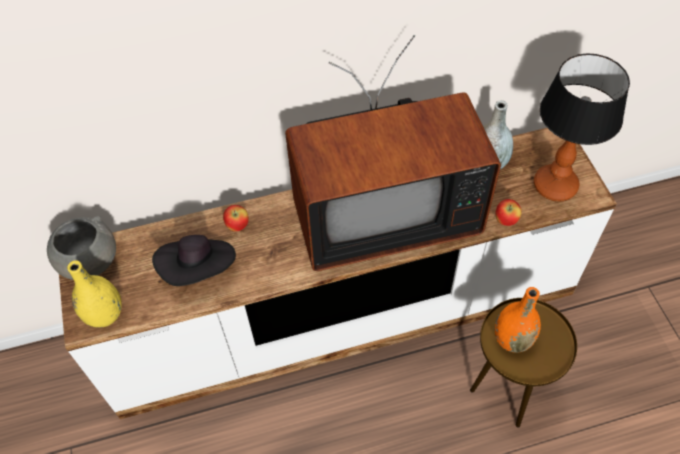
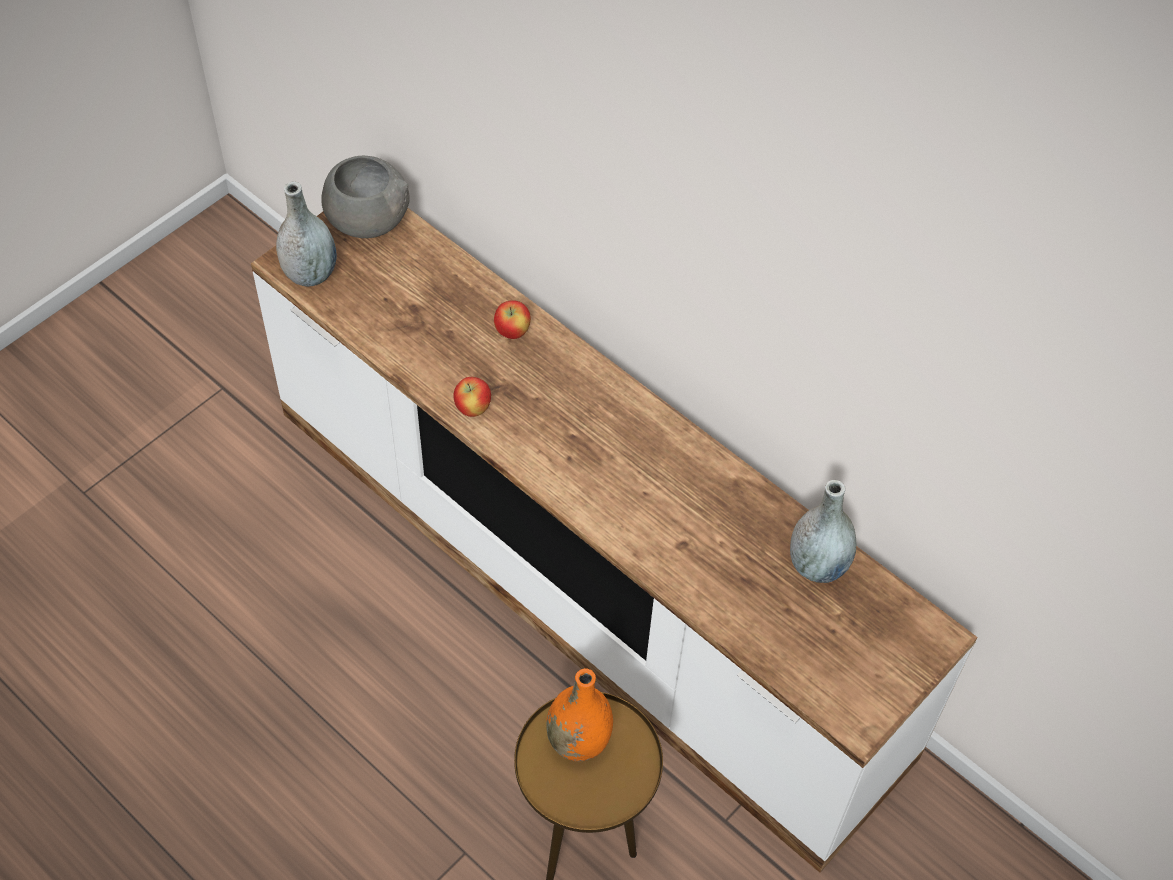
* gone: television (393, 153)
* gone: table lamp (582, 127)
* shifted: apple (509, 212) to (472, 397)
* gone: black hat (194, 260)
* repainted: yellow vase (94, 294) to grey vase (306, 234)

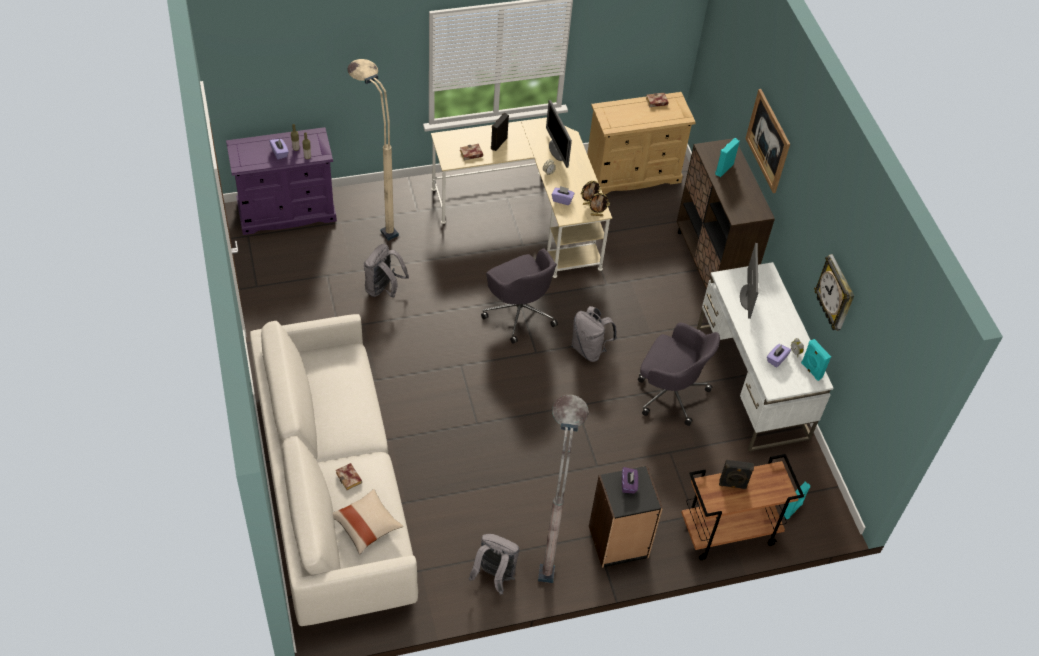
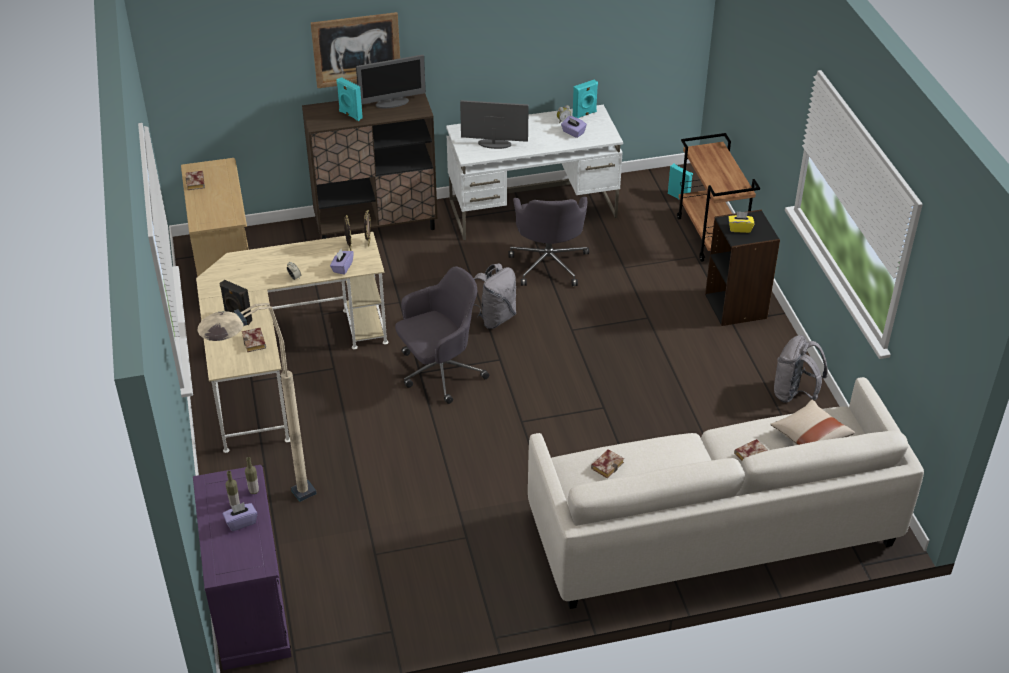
* shifted: monitor (559, 134) to (391, 81)
* gone: grey backpack (386, 271)
* gone: wall clock (834, 292)
* rotated: grey office chair (679, 374) = (548, 241) 150 degrees clockwise
* gone: grey floor lamp (563, 489)
* gone: black speaker (736, 474)
* repainted: purple tissue box (630, 480) to yellow tissue box (741, 222)
* new: book (607, 464)

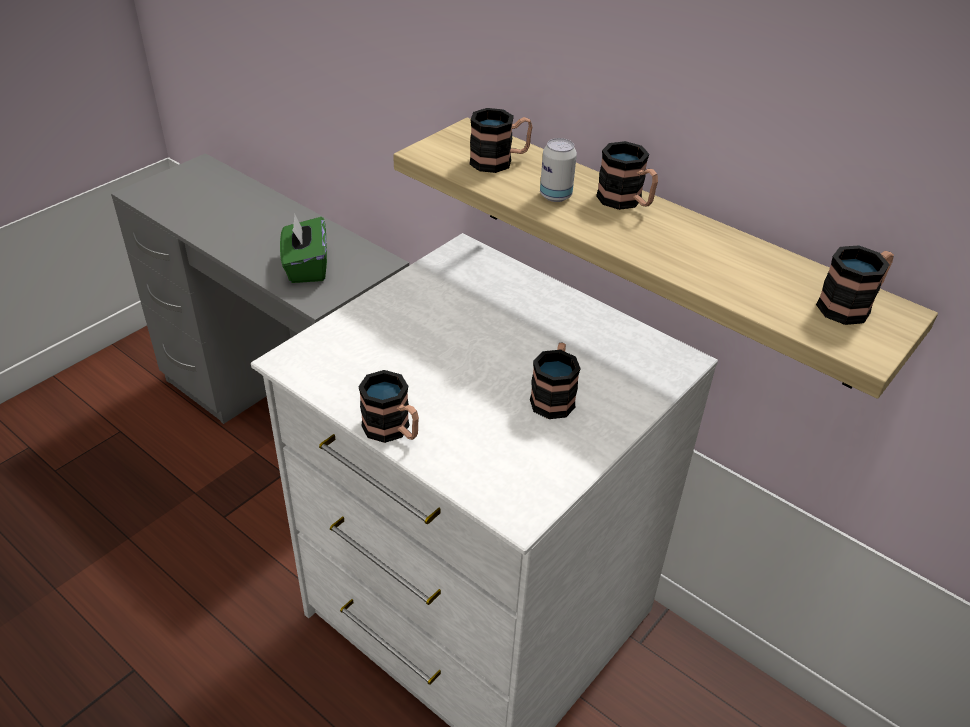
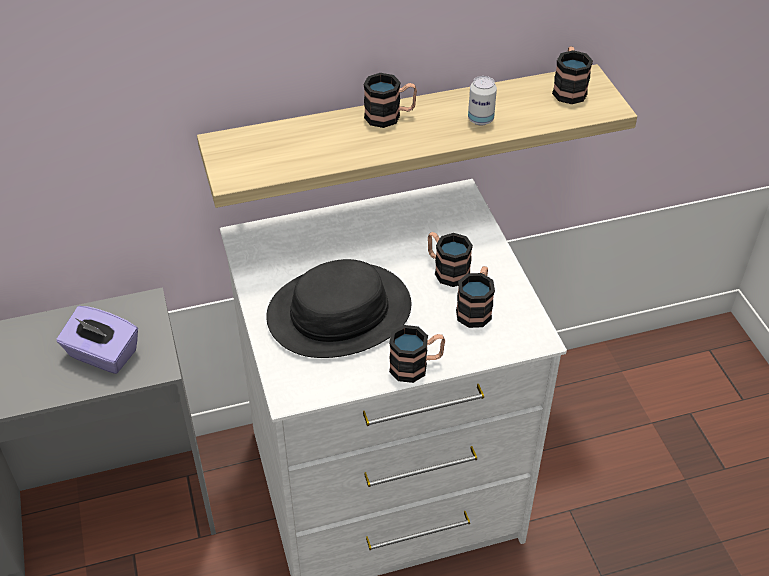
* shifted: mug (500, 140) to (475, 297)
* shifted: can (558, 170) to (482, 100)
* repainted: green tissue box (303, 249) to purple tissue box (97, 340)
* new: black hat (338, 308)

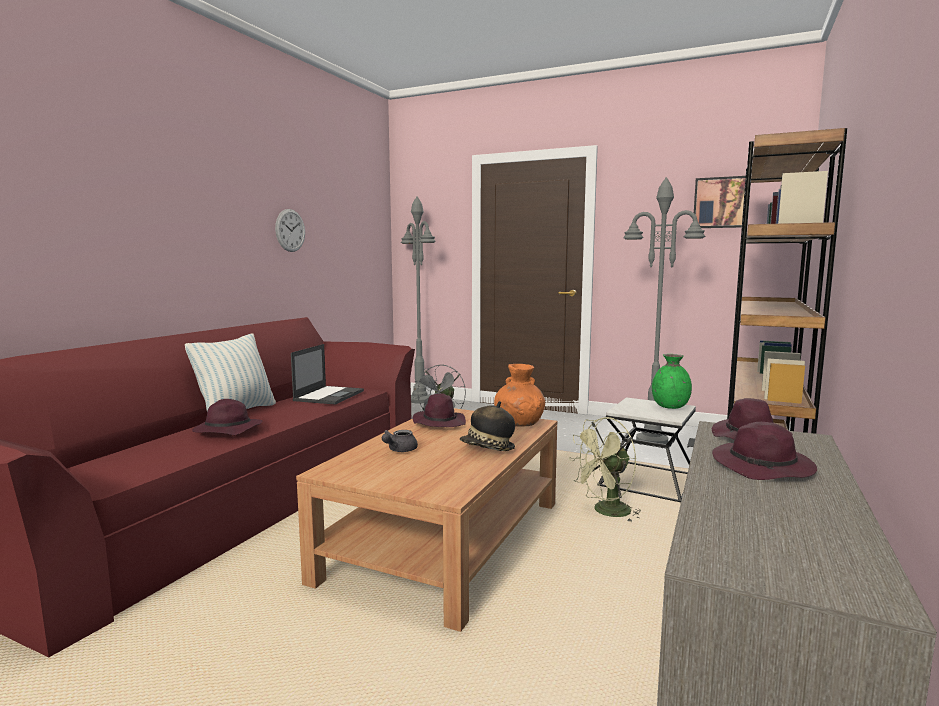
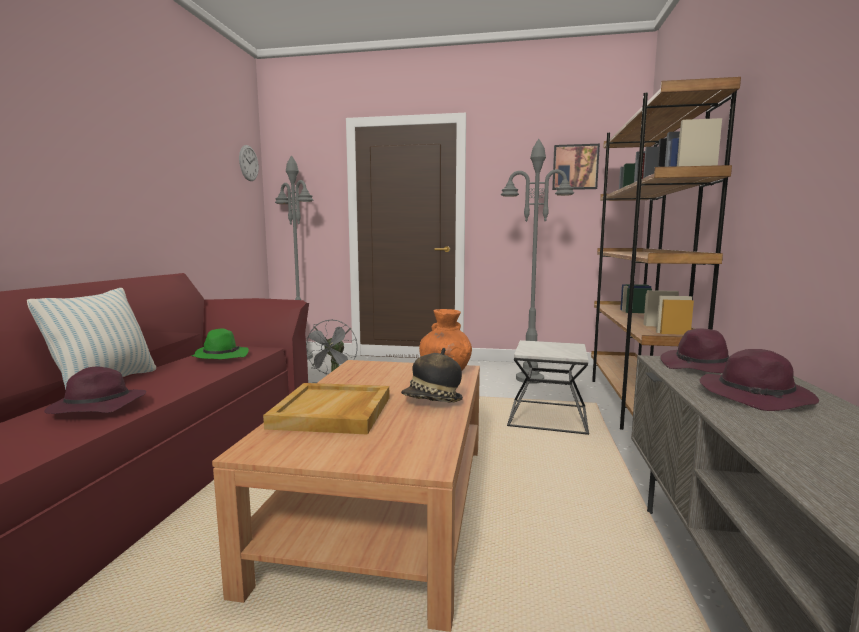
* shifted: wall clock (290, 230) to (249, 163)
* swapped: laptop (327, 374) to green hat (220, 343)
* gone: green vase (672, 381)
* gone: purple hat (439, 410)
* gone: green fan (605, 469)
* swapped: grey teapot (400, 441) to beige tray (326, 409)

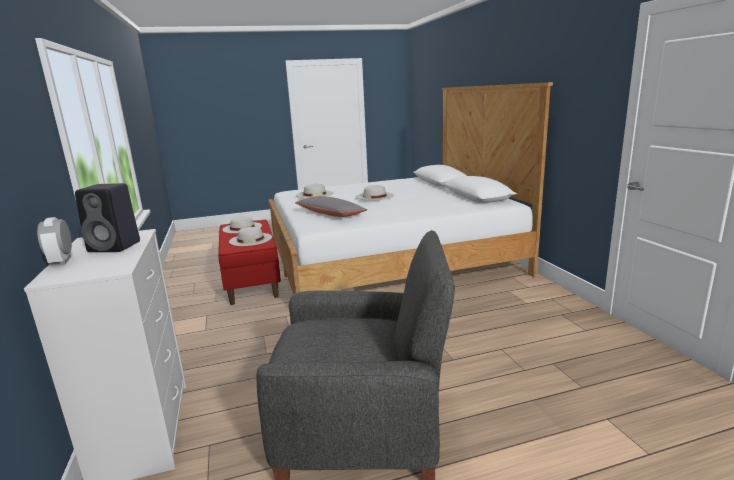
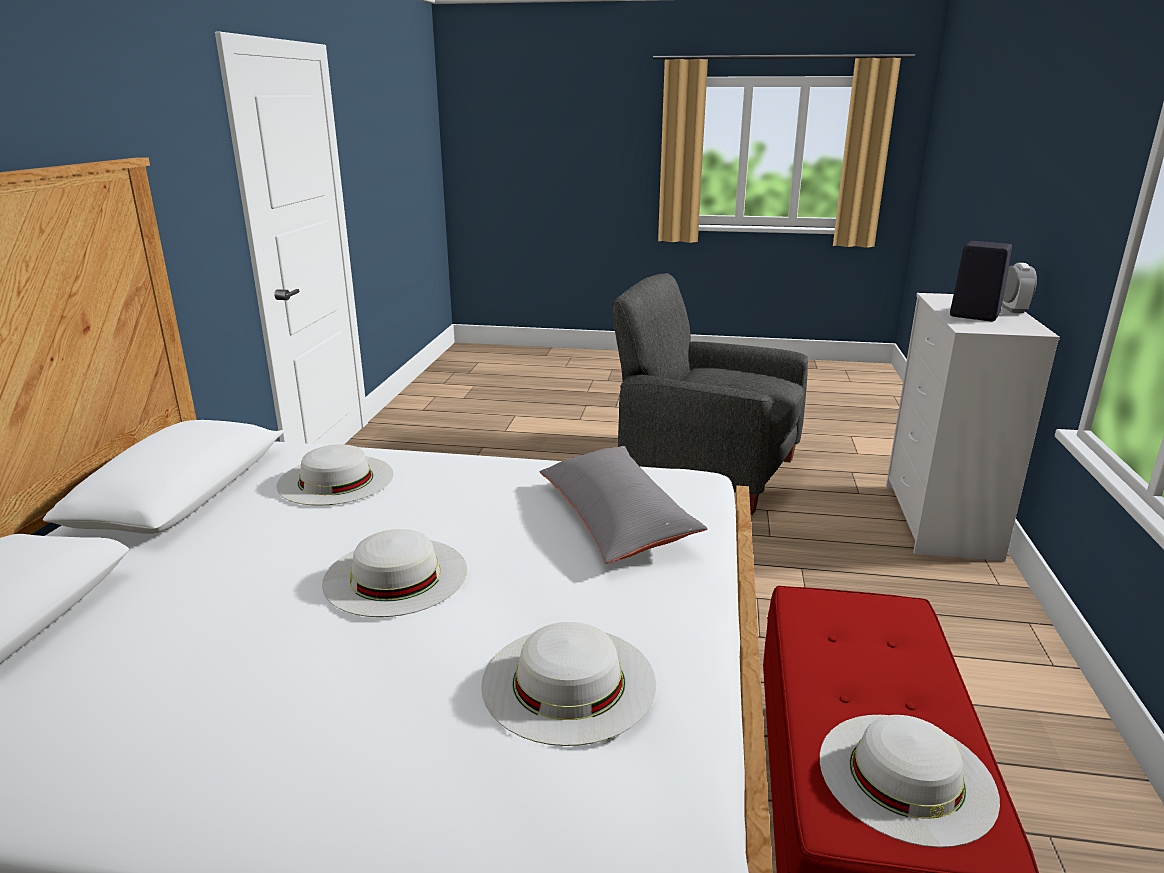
* shifted: white hat (250, 236) to (334, 475)

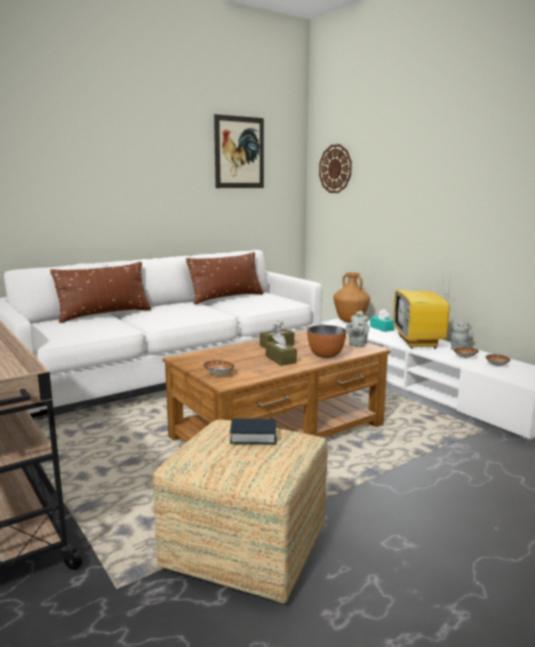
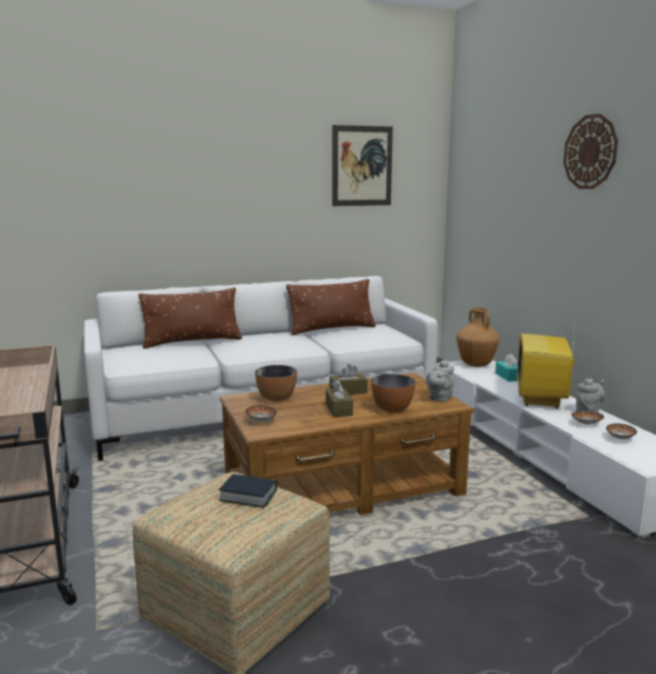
* shifted: wall clock (335, 168) to (590, 151)
* new: bowl (276, 383)

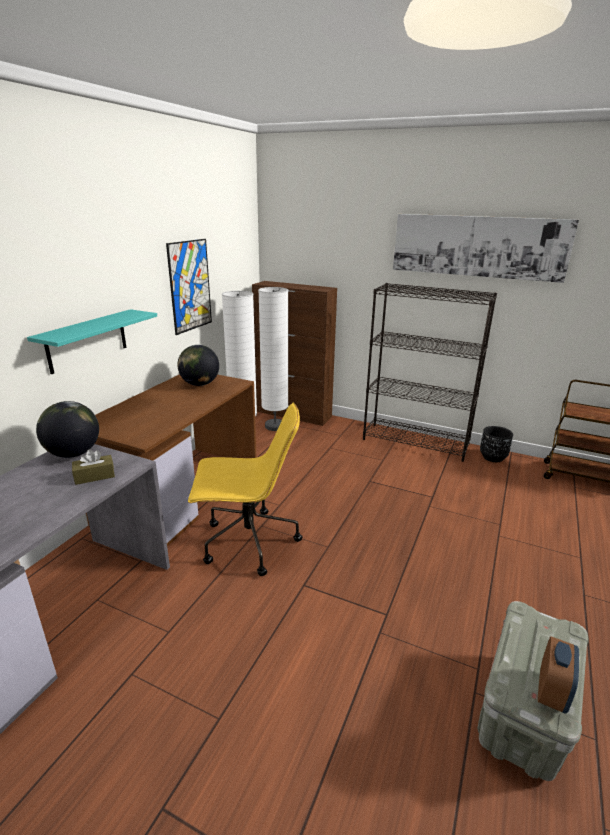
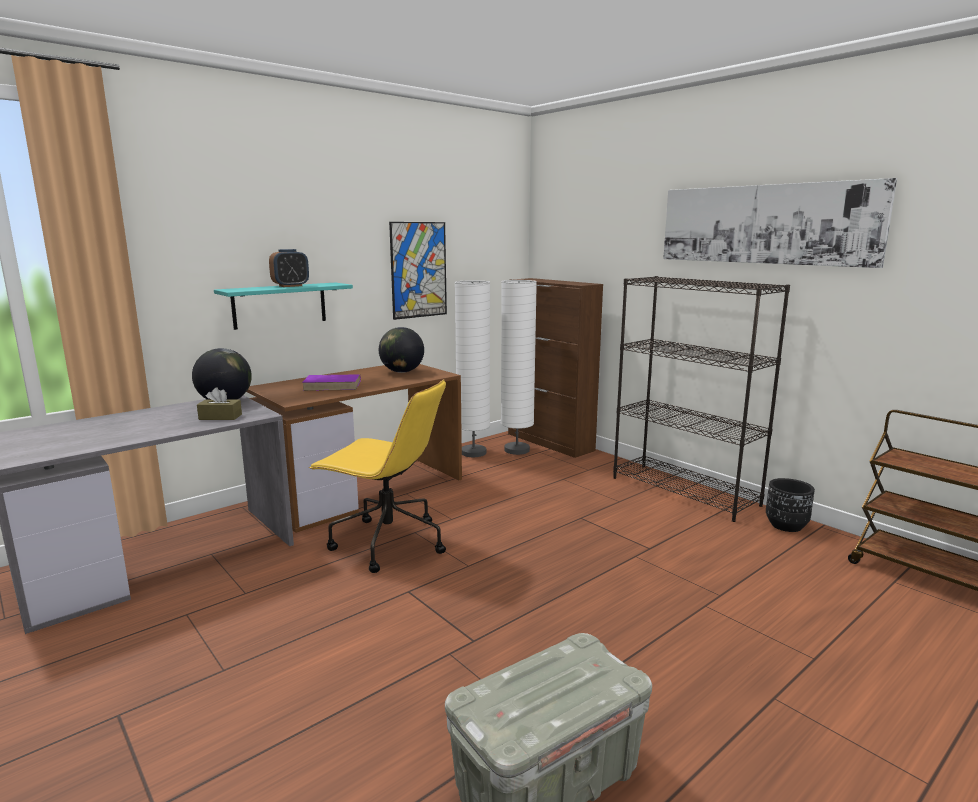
* shifted: alarm clock (558, 675) to (289, 268)
* new: purple book (331, 382)

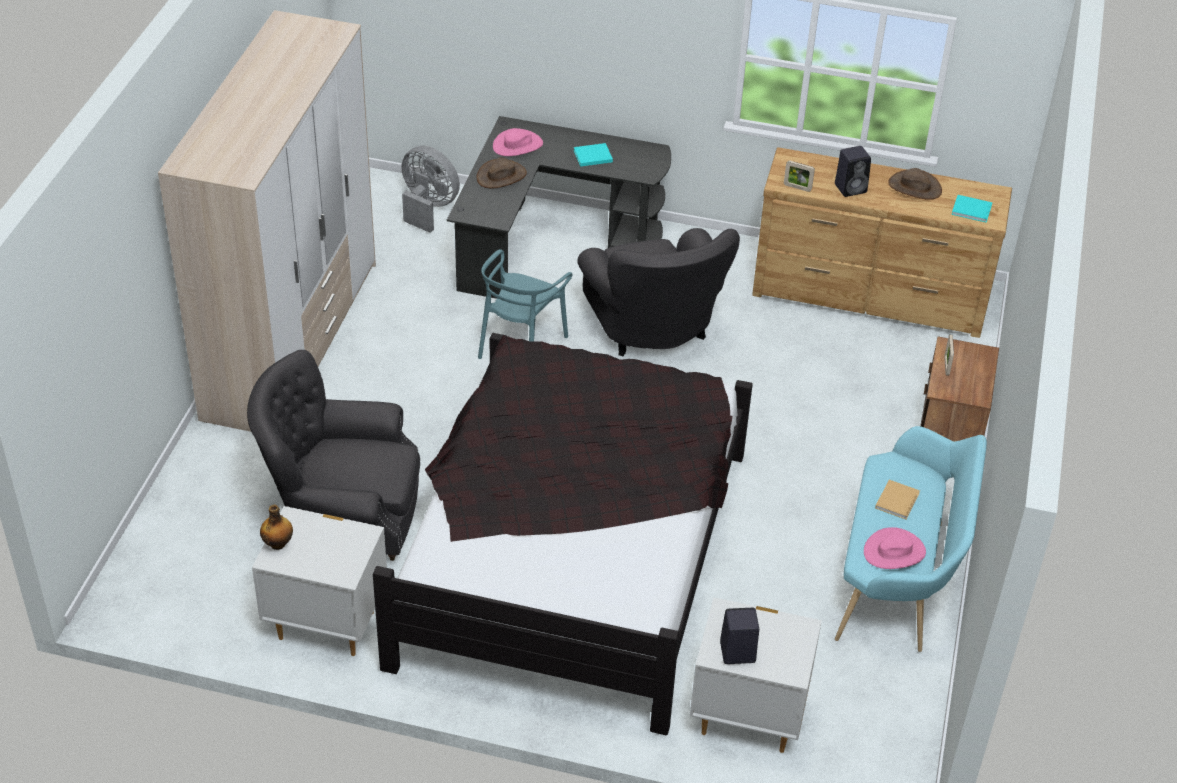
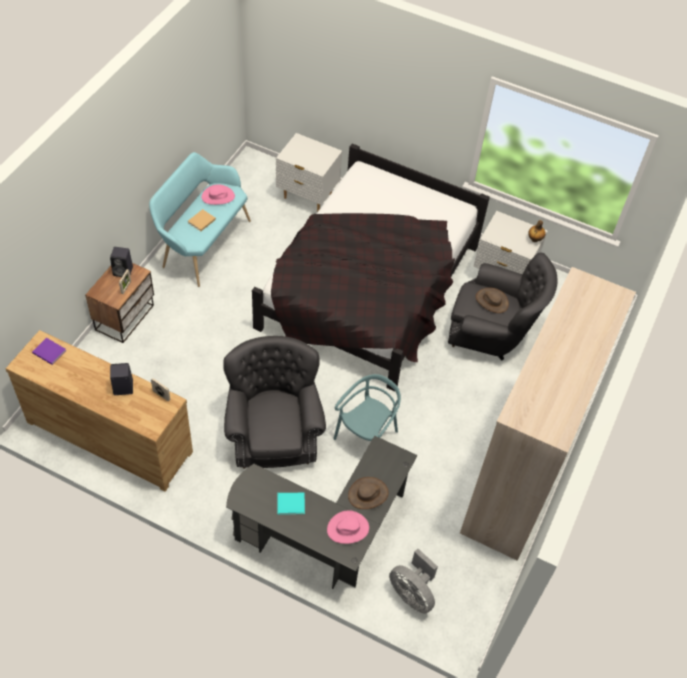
* shifted: brown hat (915, 184) to (492, 300)
* repainted: turquoise book (972, 209) to purple book (49, 351)
* shifted: black speaker (739, 636) to (121, 262)

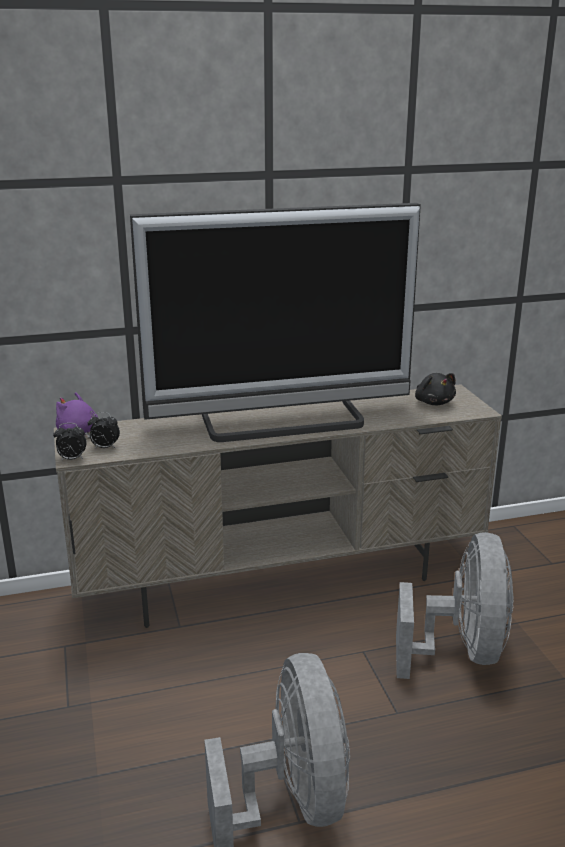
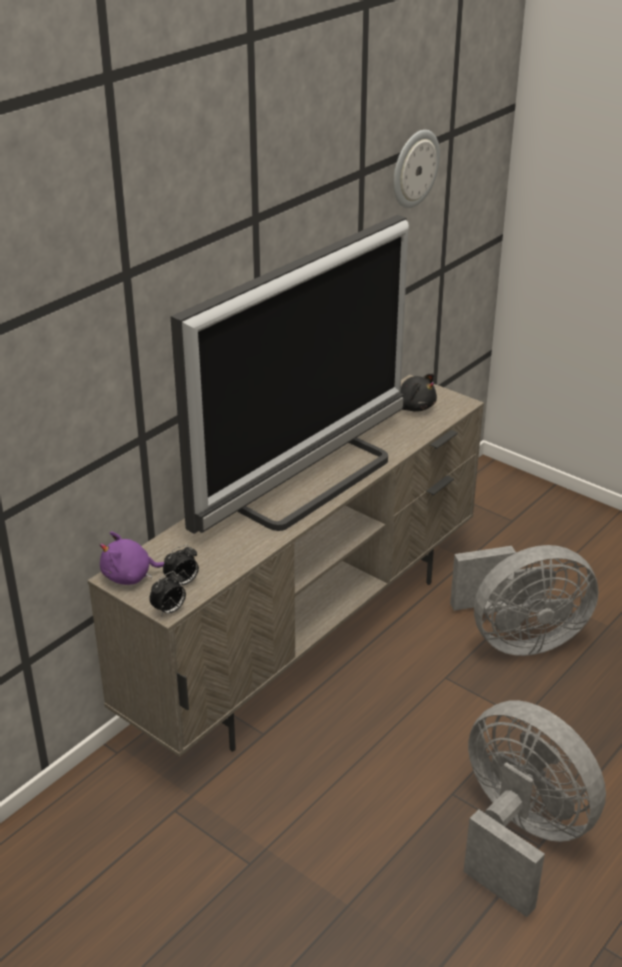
* rotated: grey fan (455, 605) = (524, 600) 105 degrees clockwise
* new: wall clock (416, 169)

